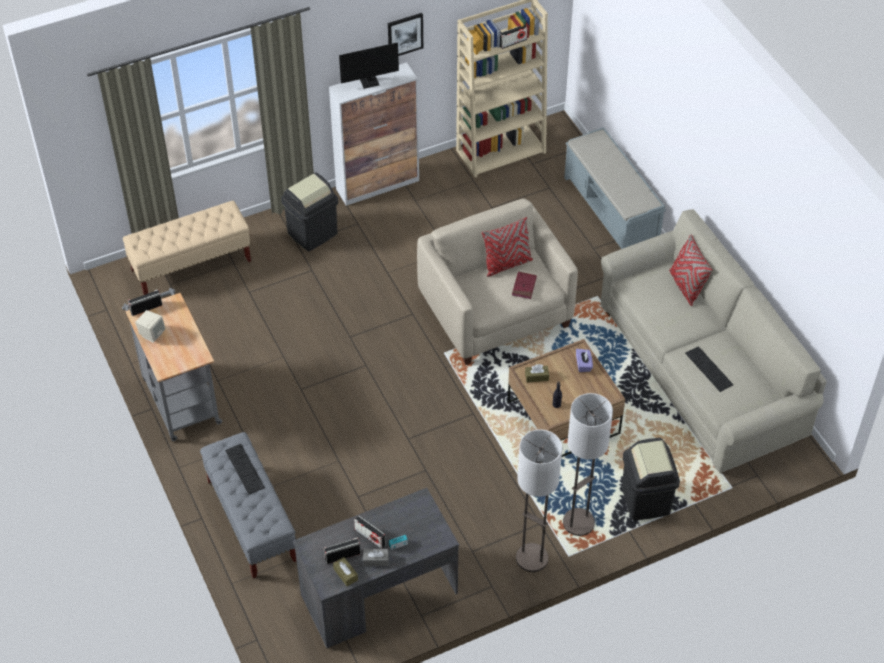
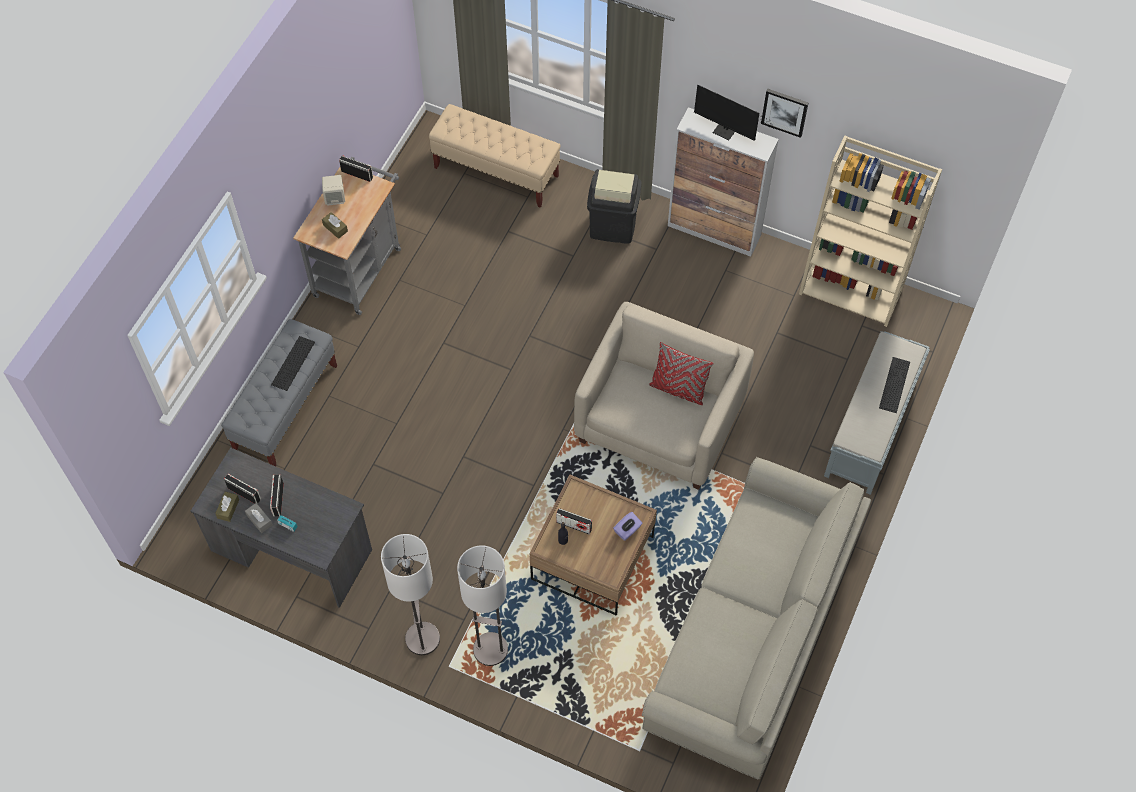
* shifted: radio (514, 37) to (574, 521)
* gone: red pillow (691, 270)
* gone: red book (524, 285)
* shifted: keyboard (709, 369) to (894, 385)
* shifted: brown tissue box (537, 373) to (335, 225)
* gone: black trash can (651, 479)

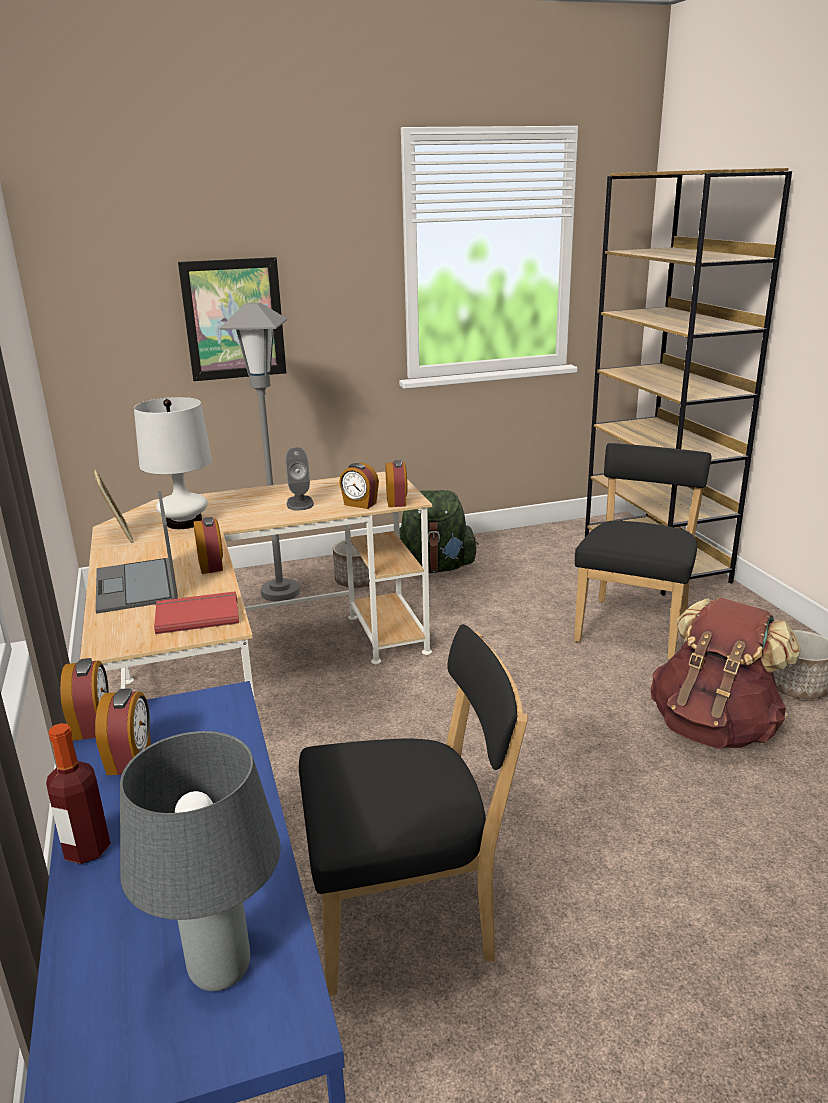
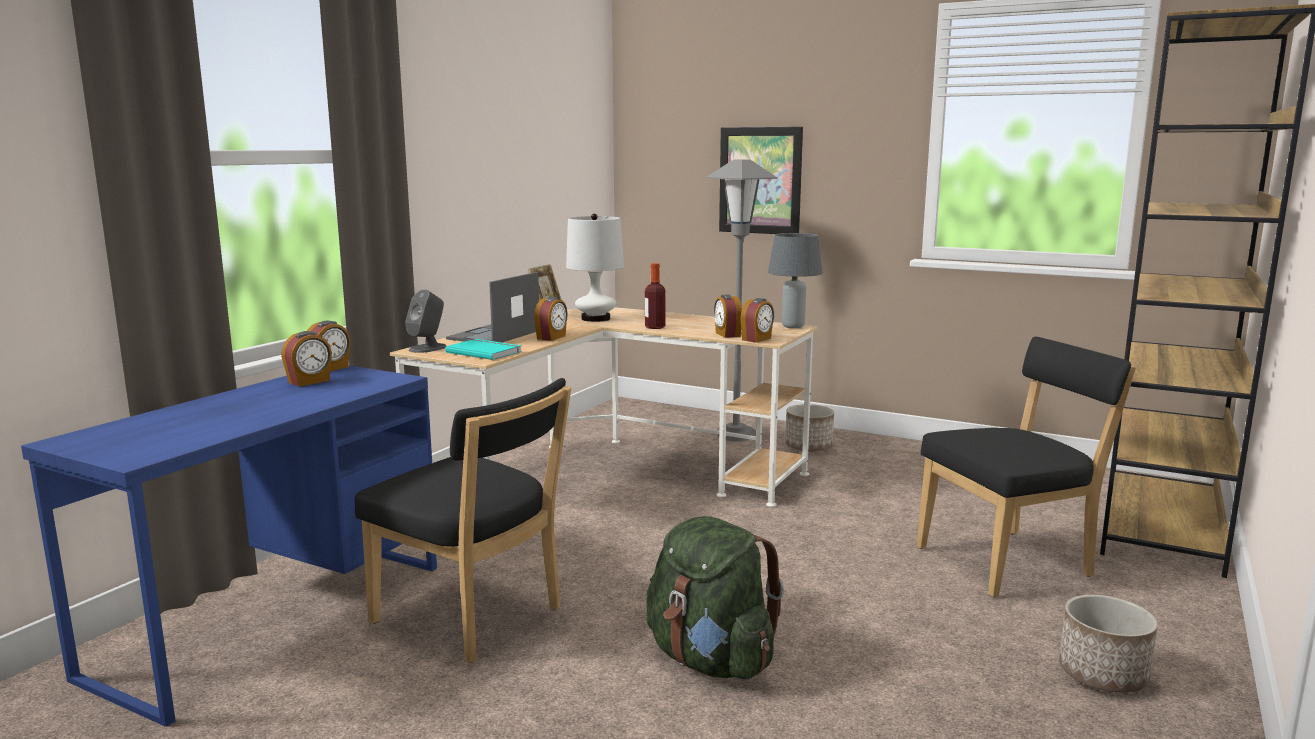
* shifted: grey speaker (299, 478) to (425, 321)
* shifted: green backpack (439, 531) to (715, 598)
* repainted: red book (196, 612) to turquoise book (483, 349)
* gone: brown backpack (725, 673)
* shifted: bottle (78, 793) to (655, 296)
* shifted: grey table lamp (200, 861) to (795, 280)

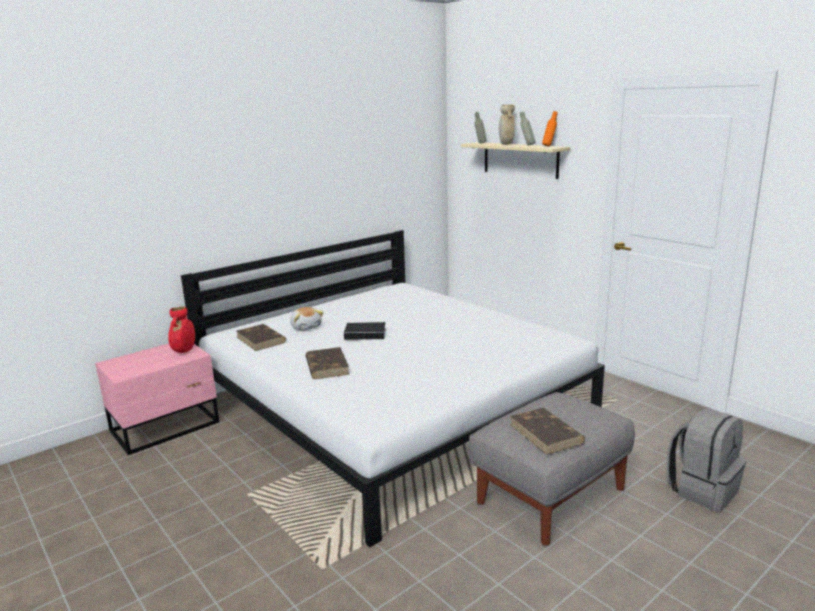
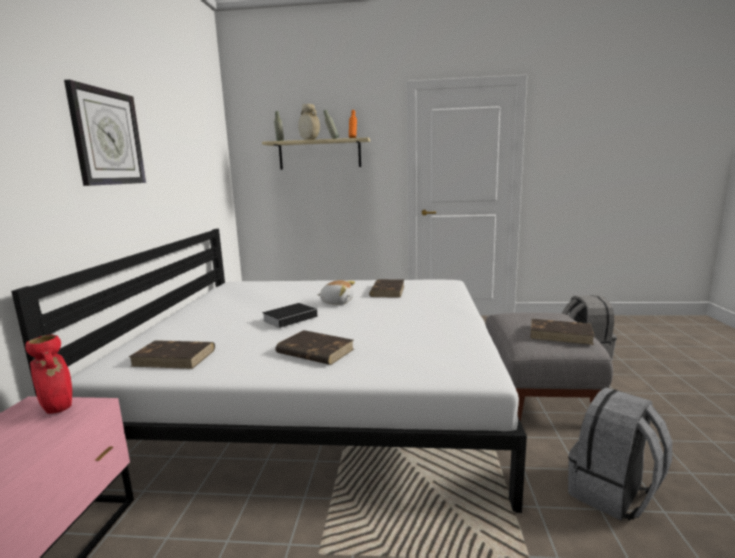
* shifted: plush toy (307, 318) to (336, 292)
* new: wall clock (105, 133)
* new: brown book (386, 288)
* new: grey backpack (620, 454)

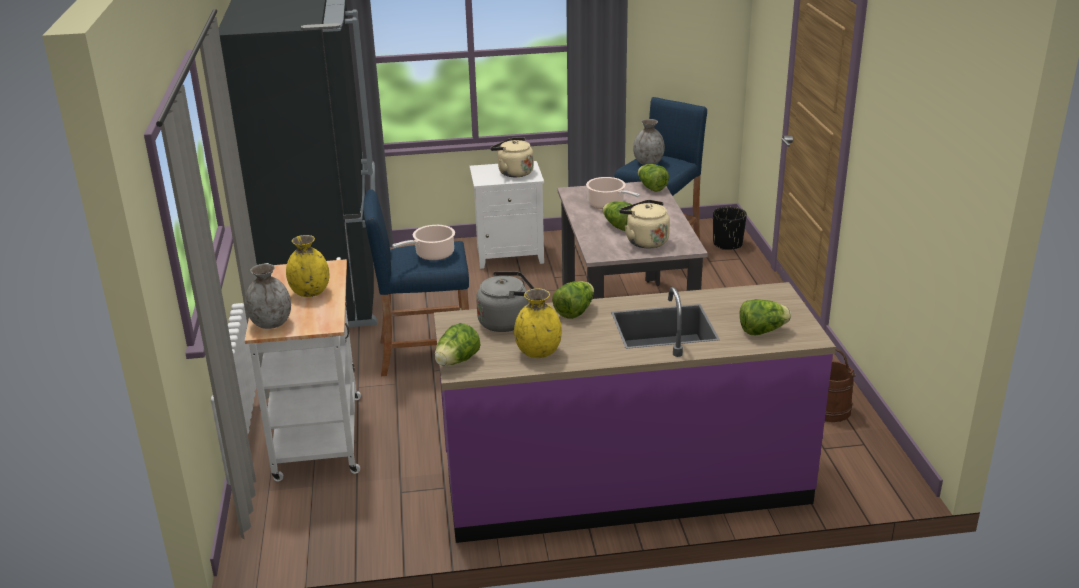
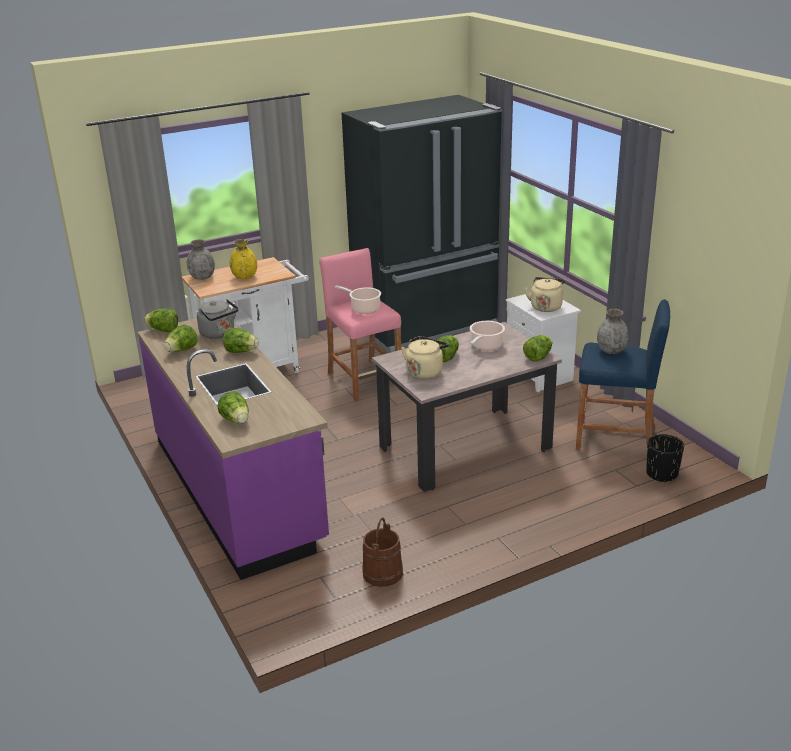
* repainted: blue stool (416, 282) to pink stool (360, 325)
* swapped: yellow vase (538, 323) to lettuce (181, 338)

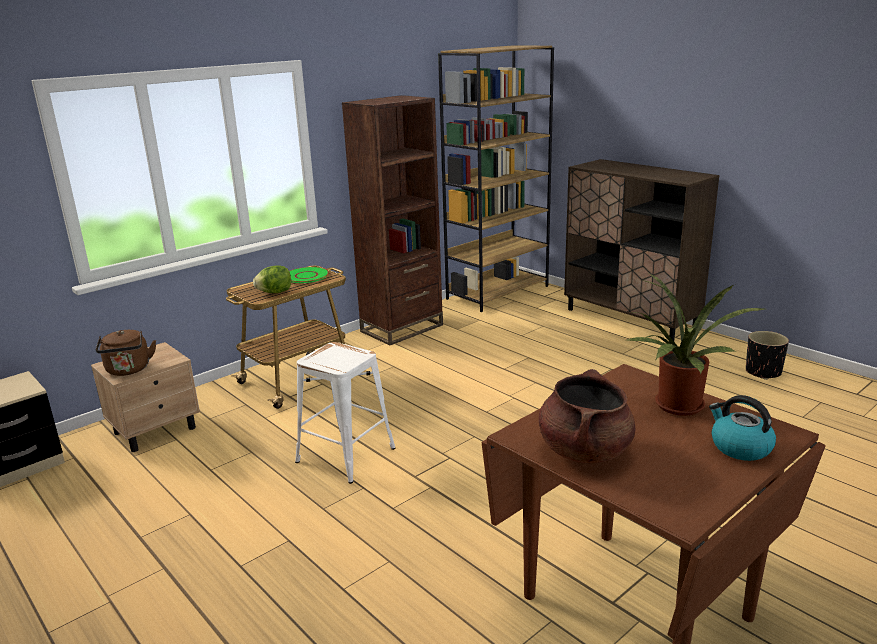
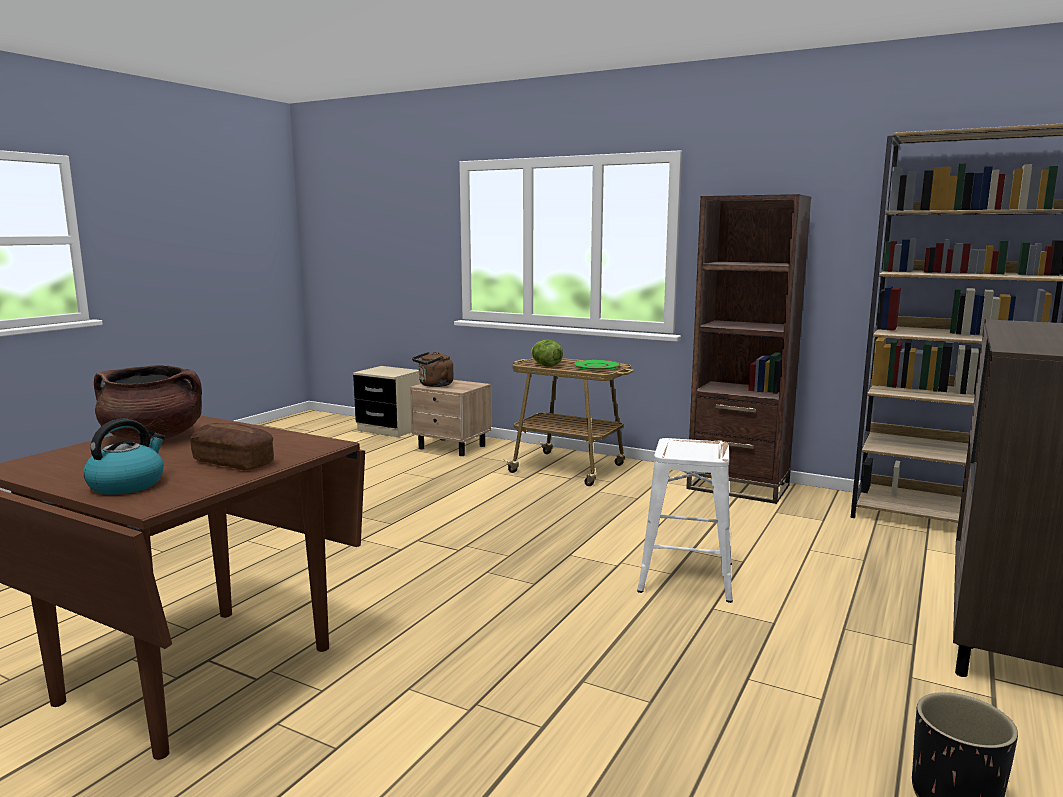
* swapped: potted plant (695, 344) to bread (232, 446)
* shifted: white stool (345, 413) to (685, 520)

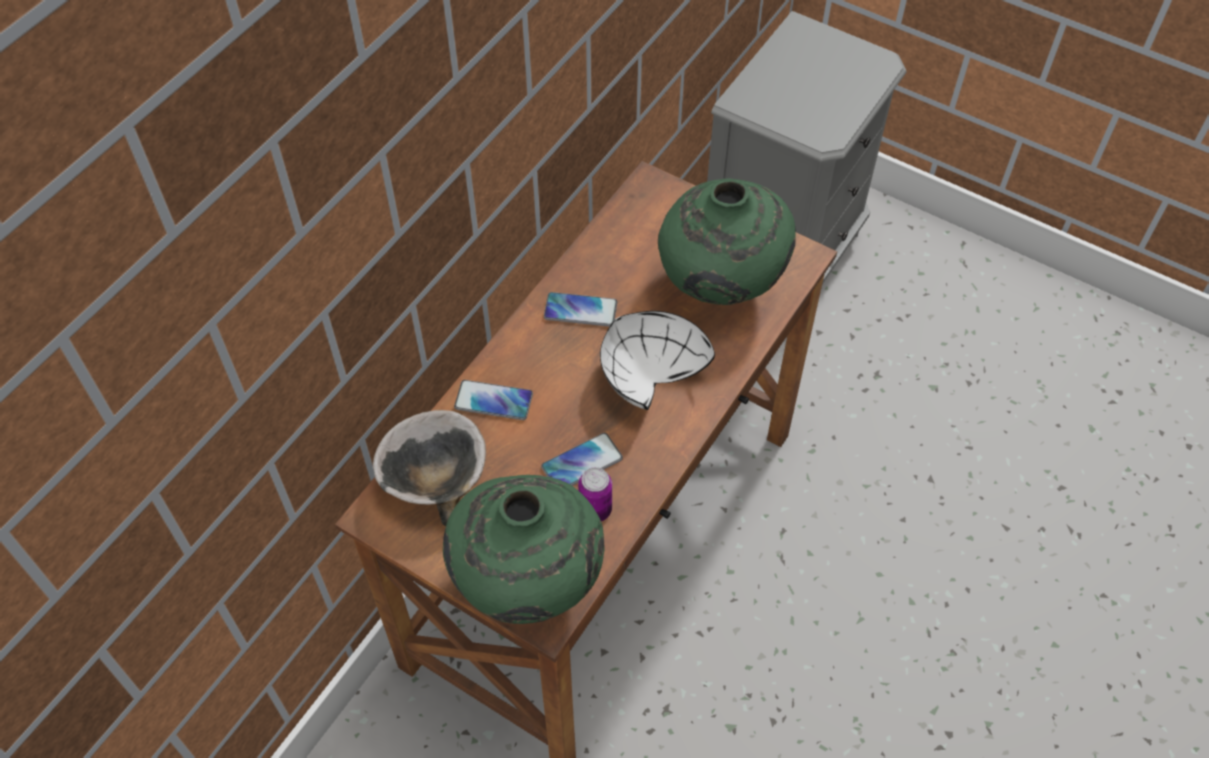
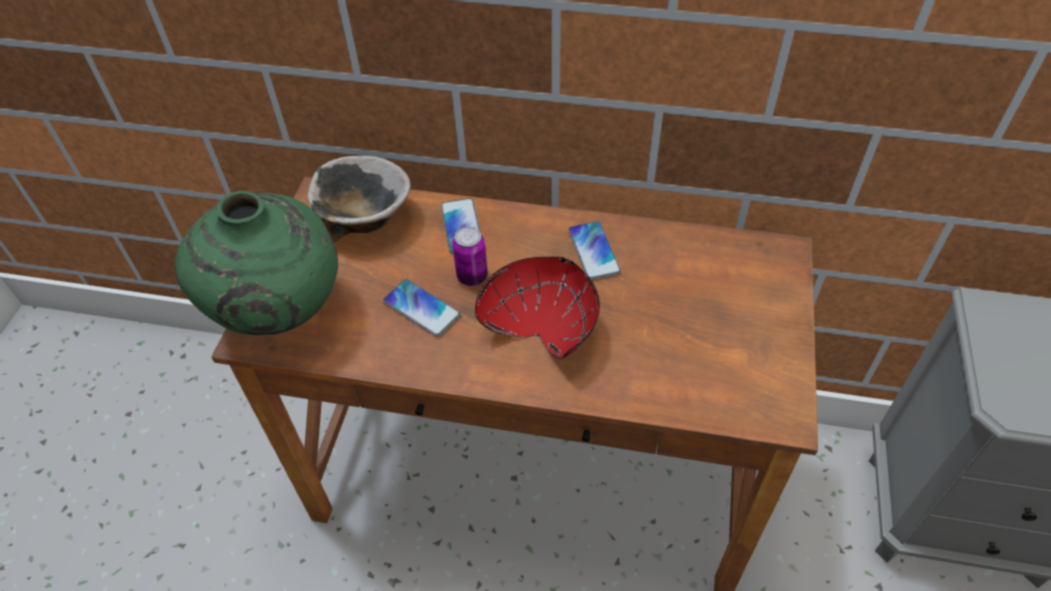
* gone: green vase (727, 242)
* repainted: white bowl (657, 360) to red bowl (537, 308)
* shifted: can (595, 494) to (470, 256)

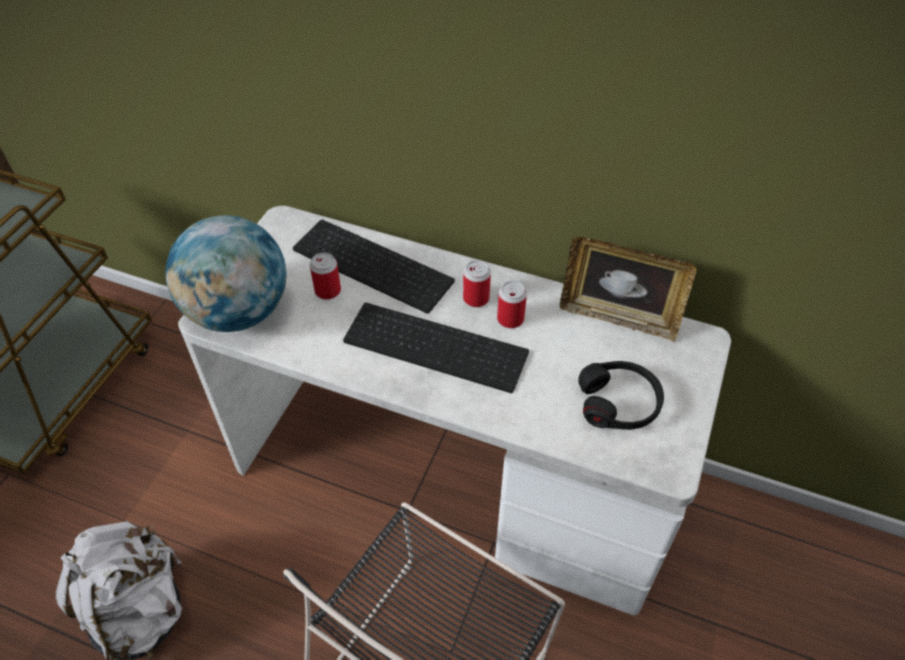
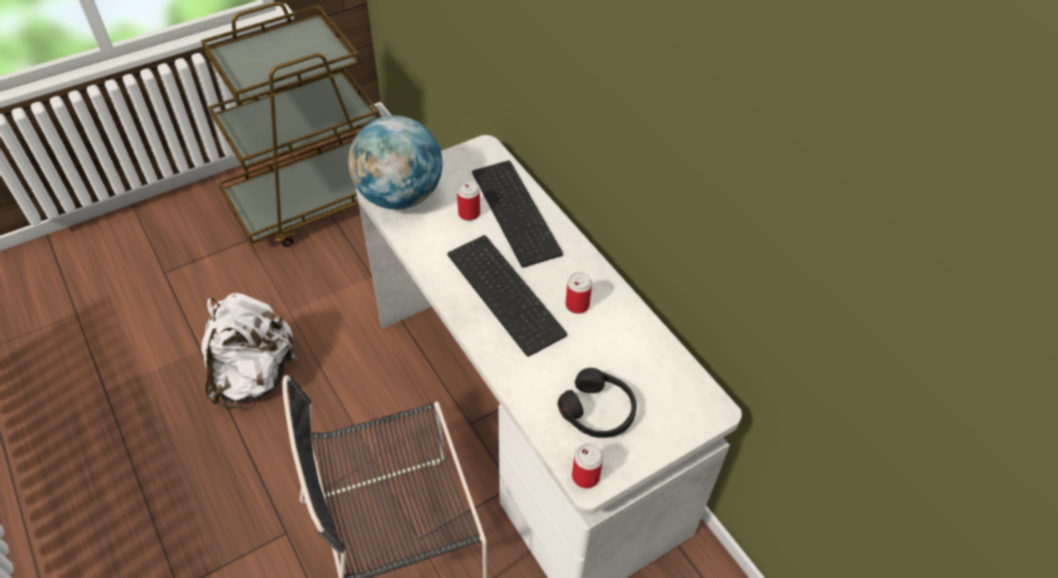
* gone: picture frame (628, 289)
* shifted: can (477, 283) to (587, 465)

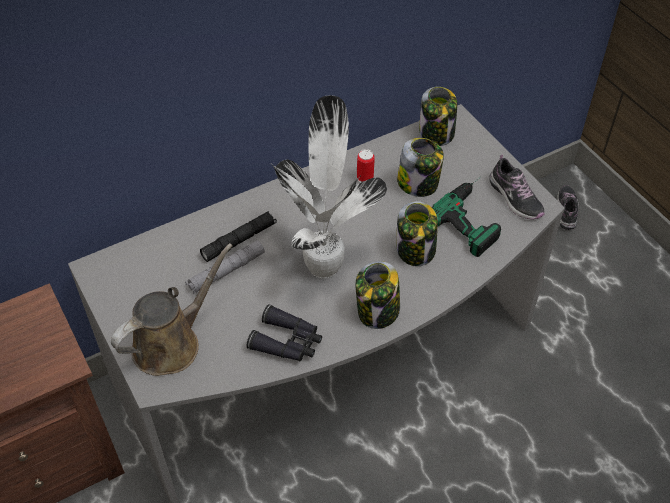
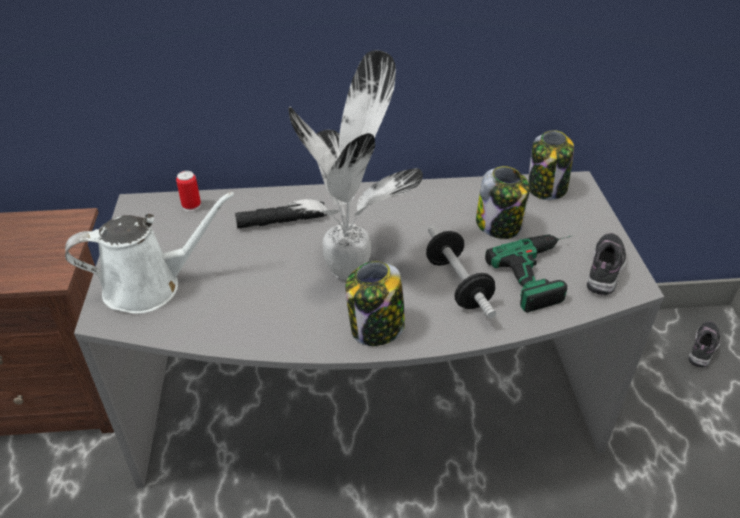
* shifted: can (366, 166) to (188, 191)
* rotated: shoe (517, 186) = (607, 264) 150 degrees counterclockwise
* swapped: jar (417, 233) to dumbbell (461, 272)
* gone: grey flashlight (225, 267)
* repainted: brown watering can (172, 309) to white watering can (149, 253)
* gone: black binoculars (284, 332)

